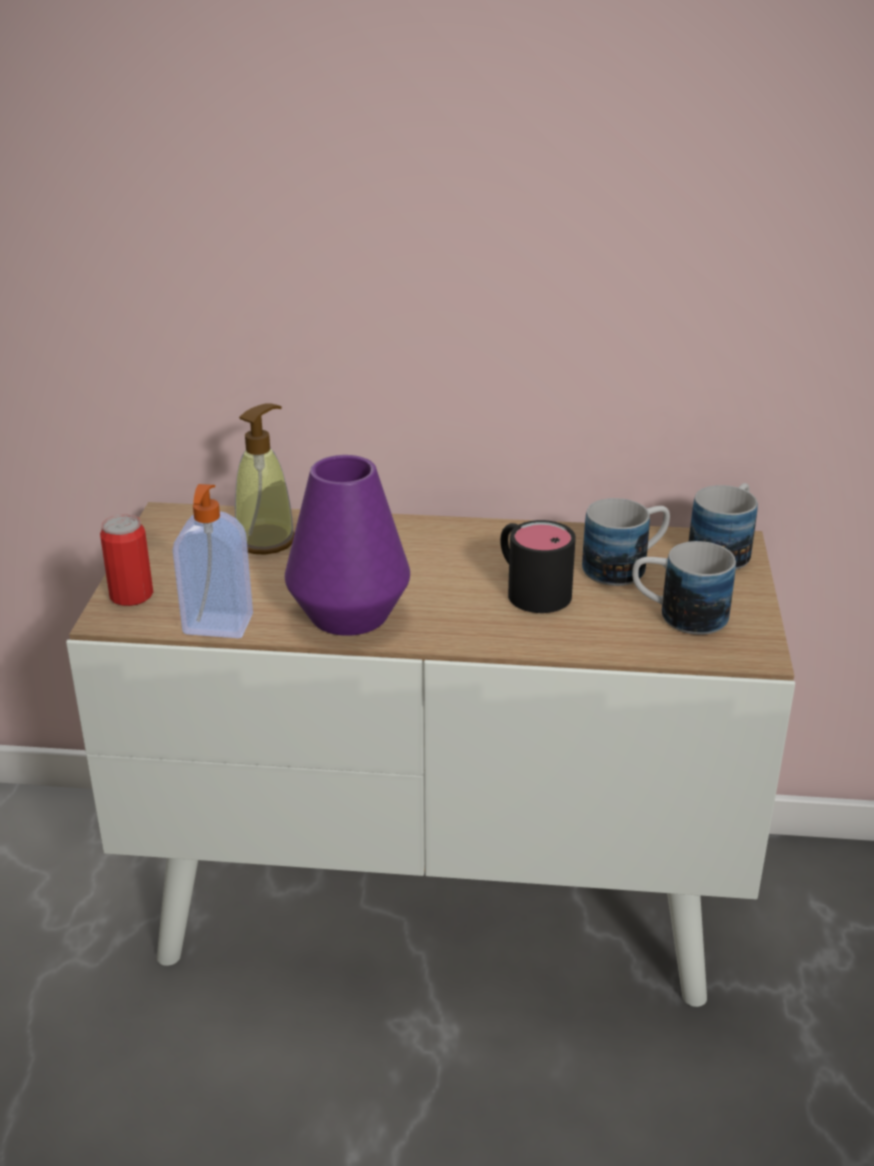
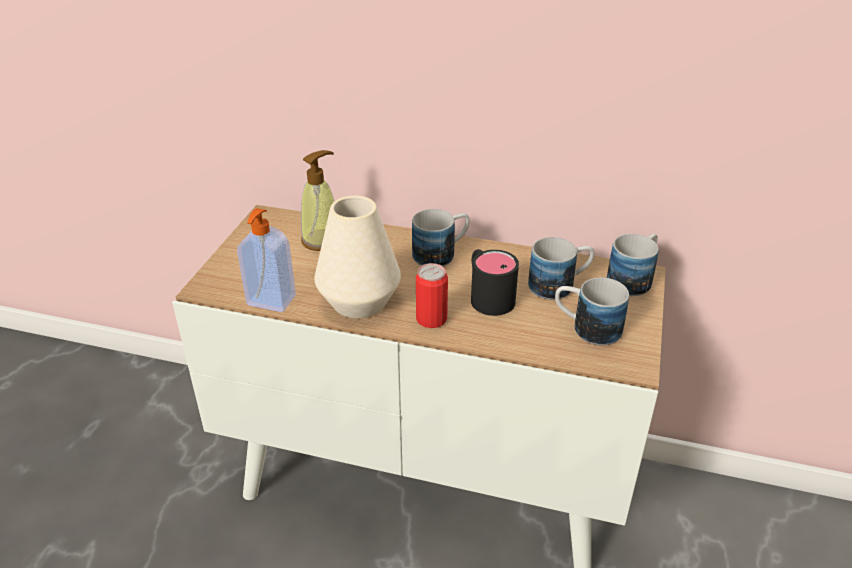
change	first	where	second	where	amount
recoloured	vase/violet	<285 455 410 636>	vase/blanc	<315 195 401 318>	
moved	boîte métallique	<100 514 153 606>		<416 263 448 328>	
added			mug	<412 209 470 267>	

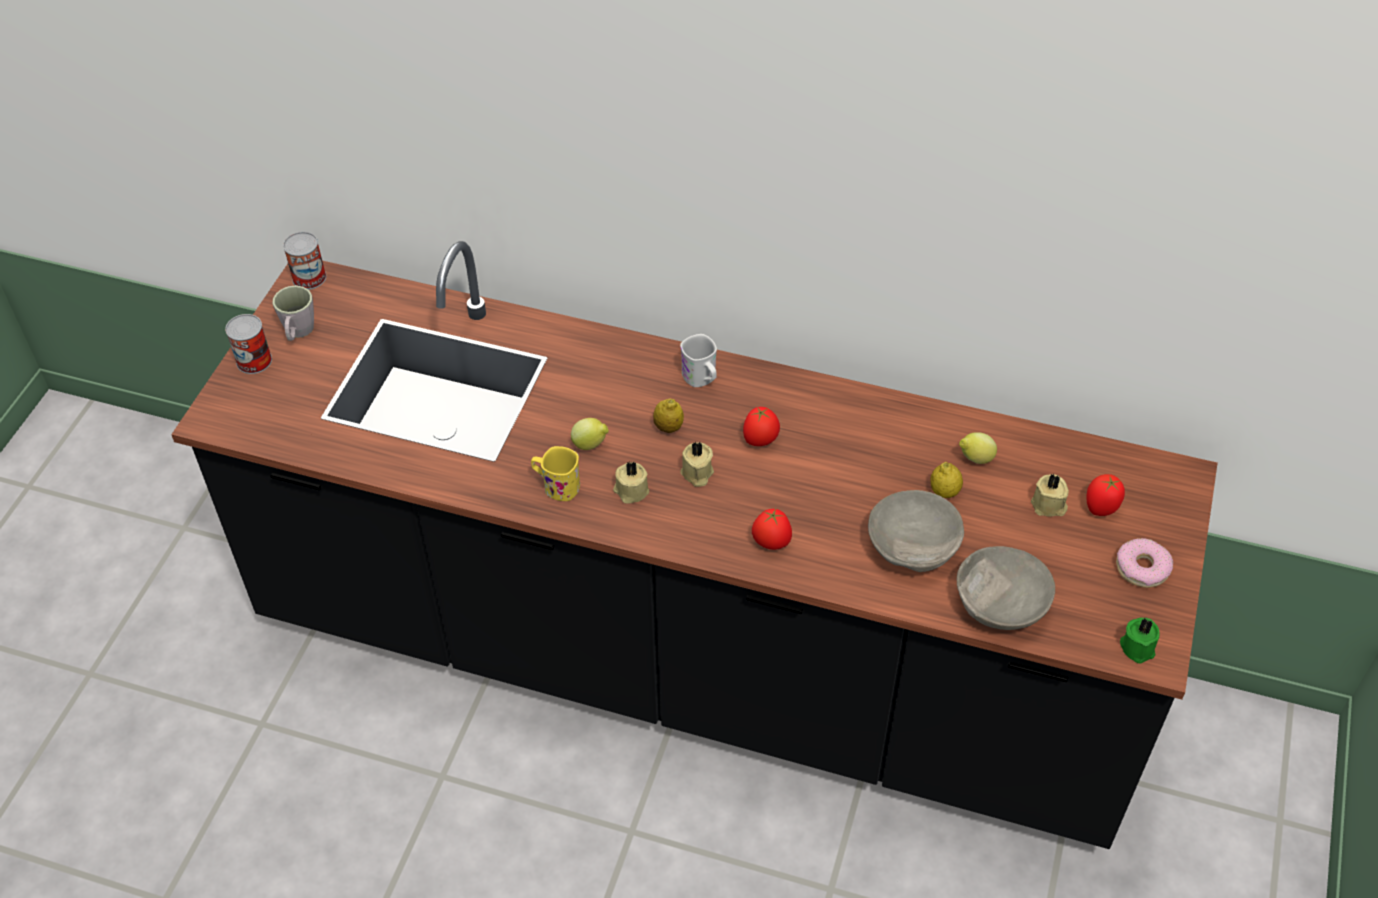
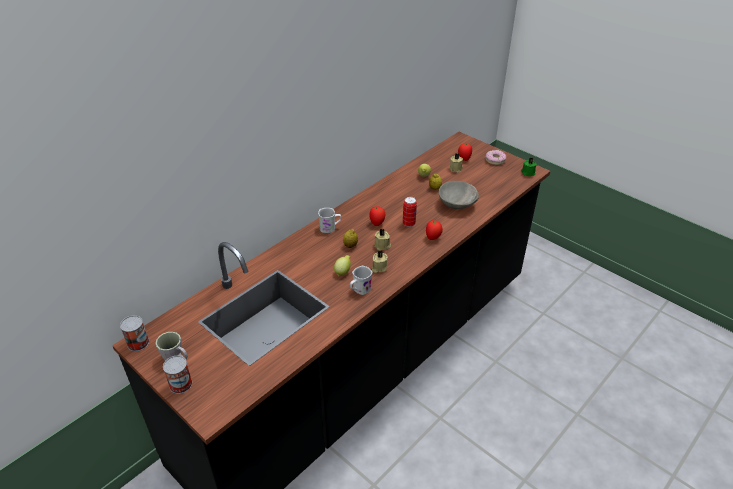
change	first	where	second	where	amount
recoloured	mug/jaune	<531 446 580 501>	mug/blanc	<350 266 372 295>	
removed	bol/gris	<957 546 1055 630>			
added			boîte métallique	<403 197 417 227>	

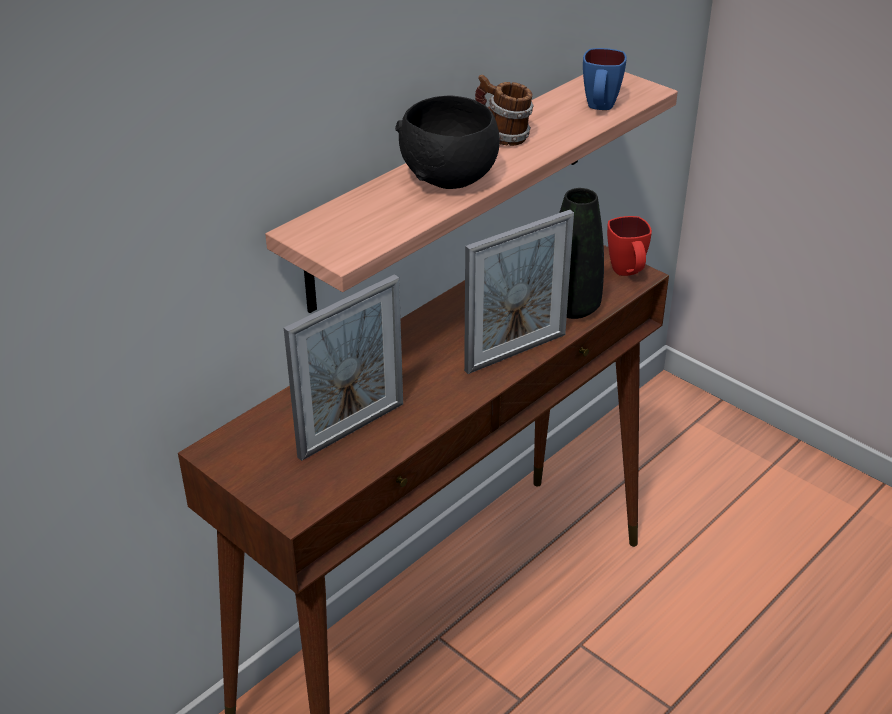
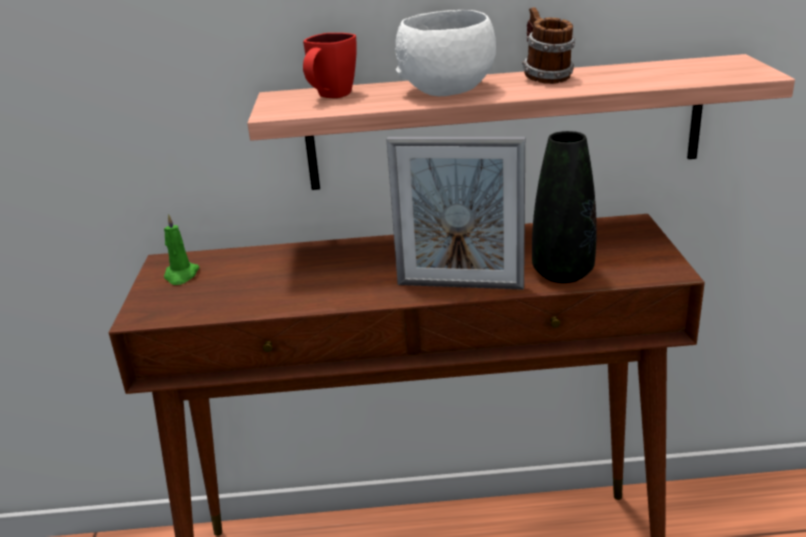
change	first	where	second	where	amount
removed	mug/bleu	<583 48 627 110>			
recoloured	bol/noir	<395 95 500 189>	bol/blanc	<395 10 496 96>	
moved	mug/rouge	<607 216 652 276>		<303 33 357 98>	
removed	cadre photo	<284 274 403 461>			
added			bougie/vert	<164 214 199 285>	

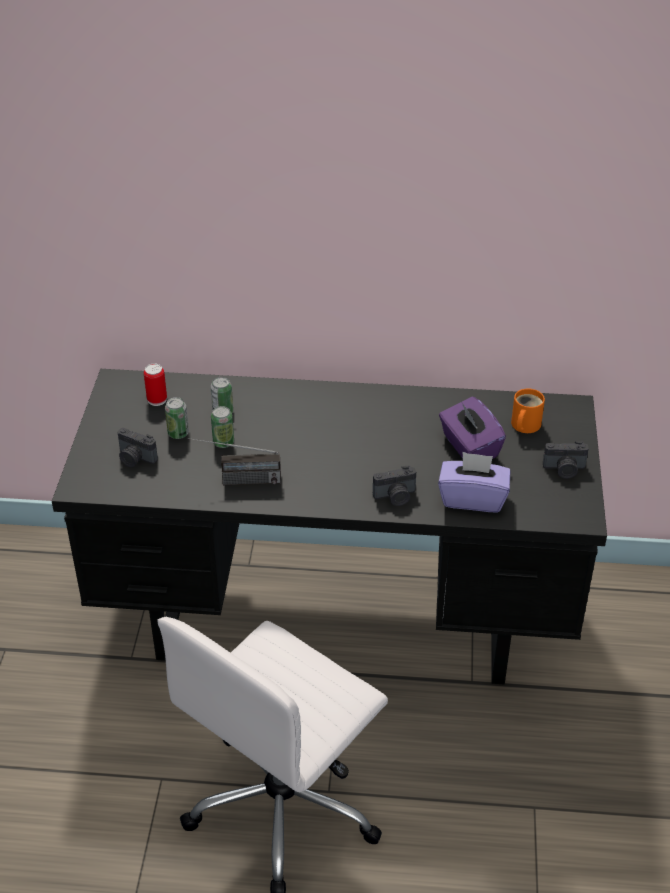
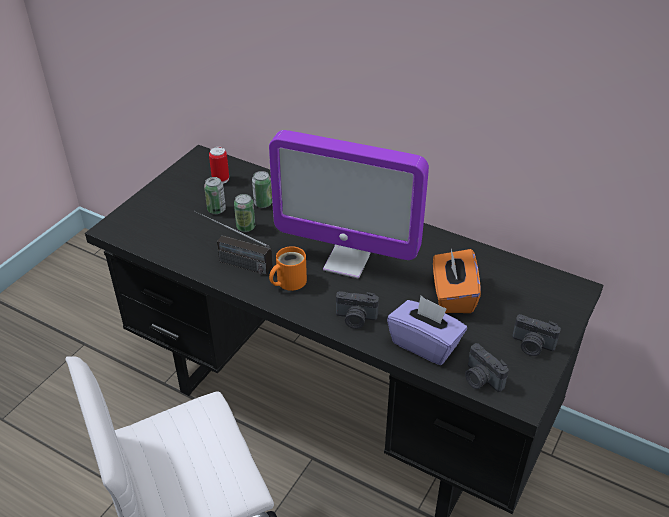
change	first	where	second	where	amount
moved	mug/orange	<511 389 545 433>		<269 246 307 291>	
recoloured	boîte à mouchoirs/violet	<439 396 506 459>	boîte à mouchoirs/orange	<433 249 481 313>	
moved	appareil photo	<117 428 158 467>		<465 343 509 392>	
added			écran d'ordinateur	<269 130 429 279>	

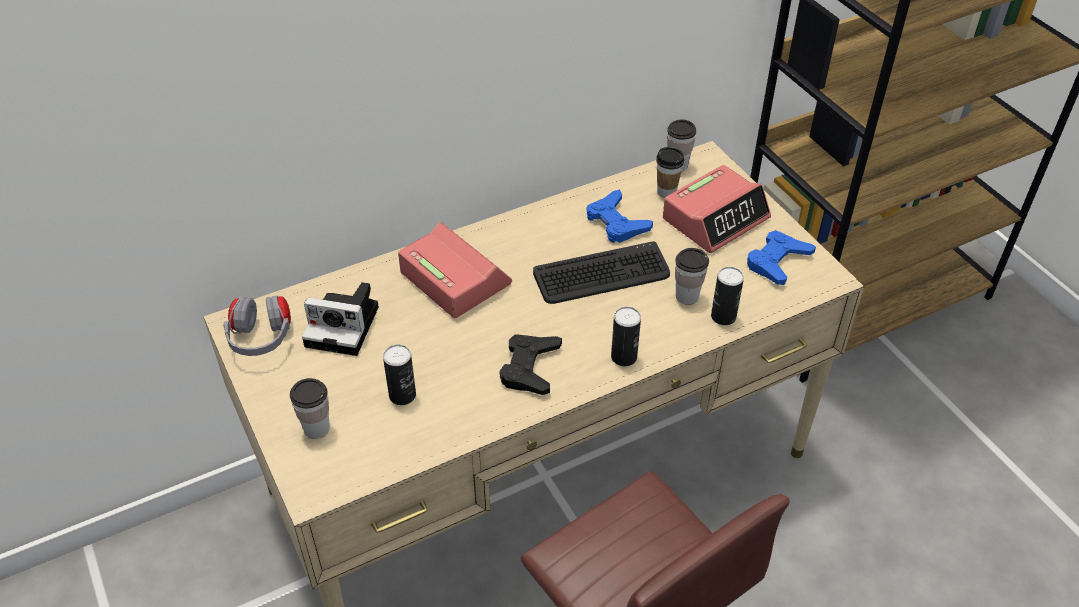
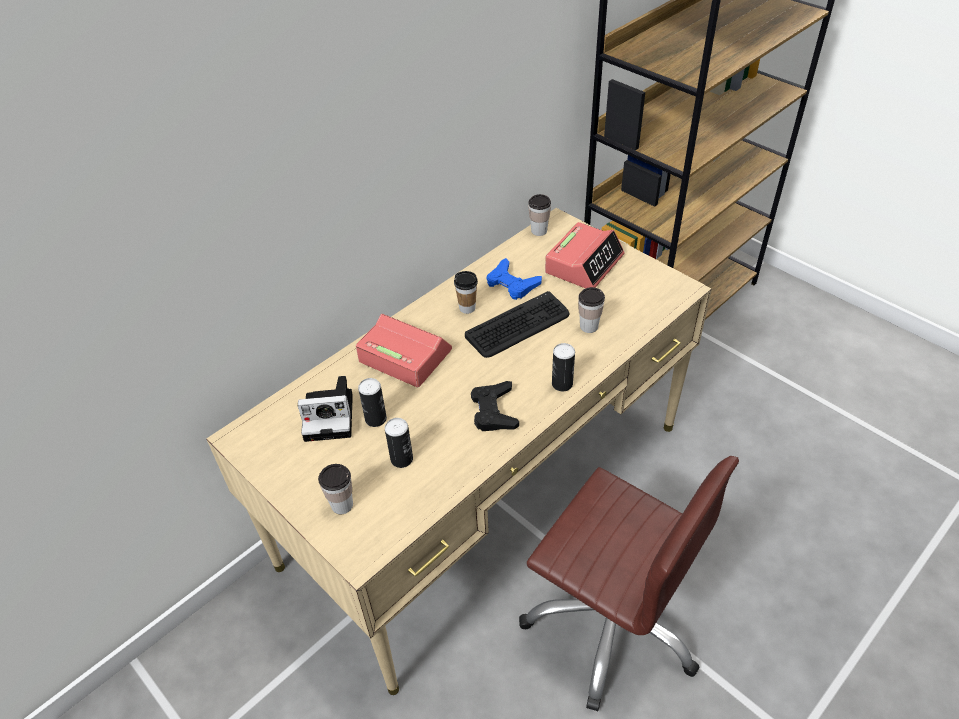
change	first	where	second	where	amount
moved	tasse	<656 147 685 198>		<454 271 478 314>	
removed	manette/bleu	<747 230 816 285>			
moved	boîte métallique	<711 267 744 325>		<358 378 387 427>	
removed	casque audio/gris	<223 295 291 356>			

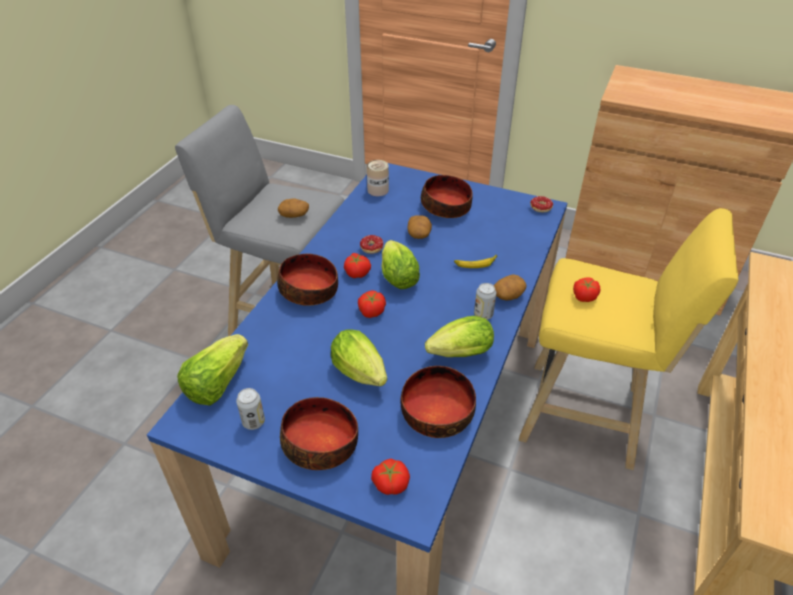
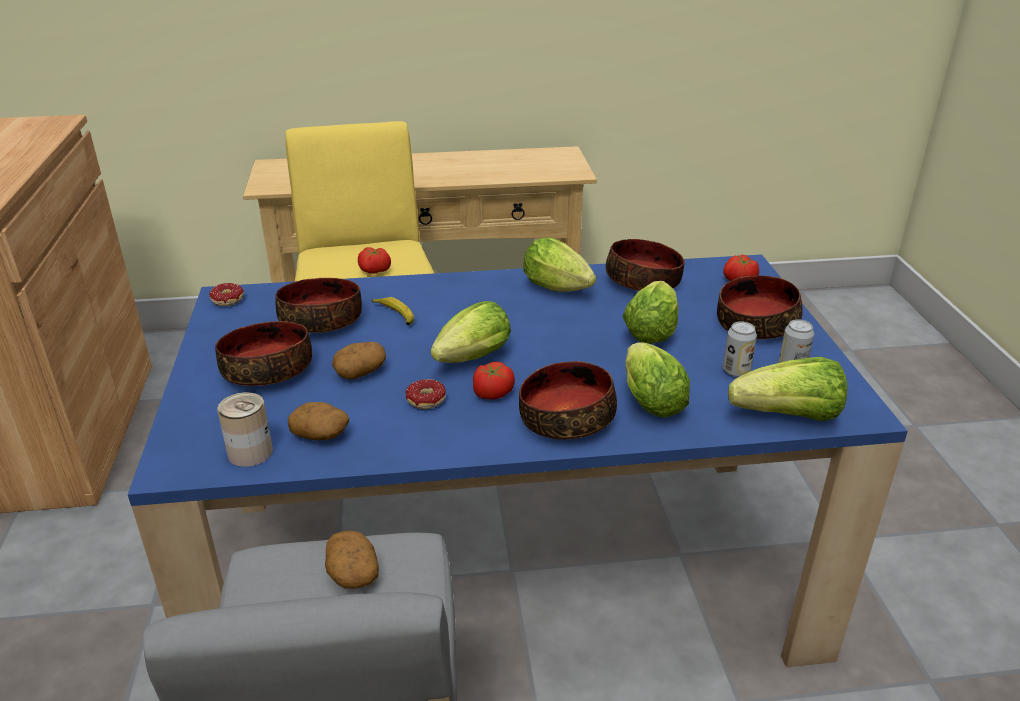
change	first	where	second	where	amount
moved	pomme de terre	<494 274 526 300>		<288 402 349 440>	
moved	boîte métallique	<474 283 496 320>		<723 322 757 377>	
removed	tomate	<358 291 386 318>			
added			bol	<275 278 362 333>	
added			laitue	<625 342 690 417>	

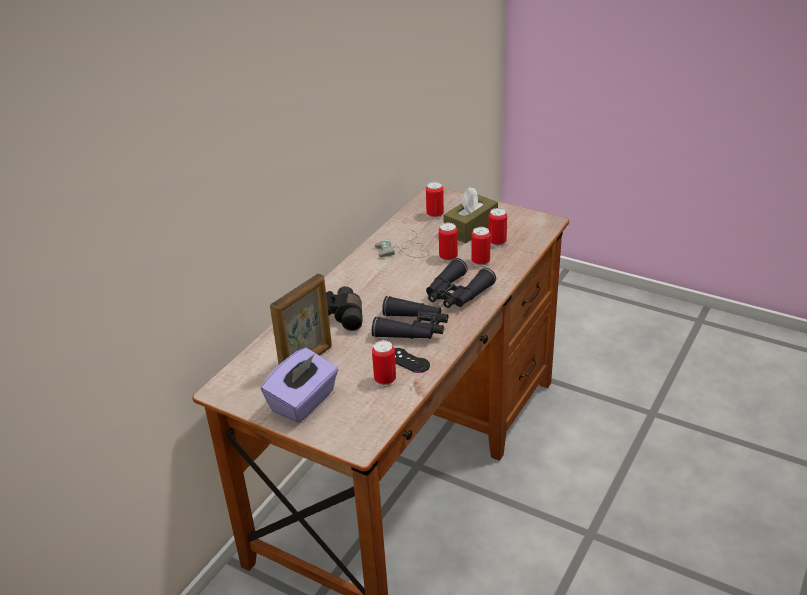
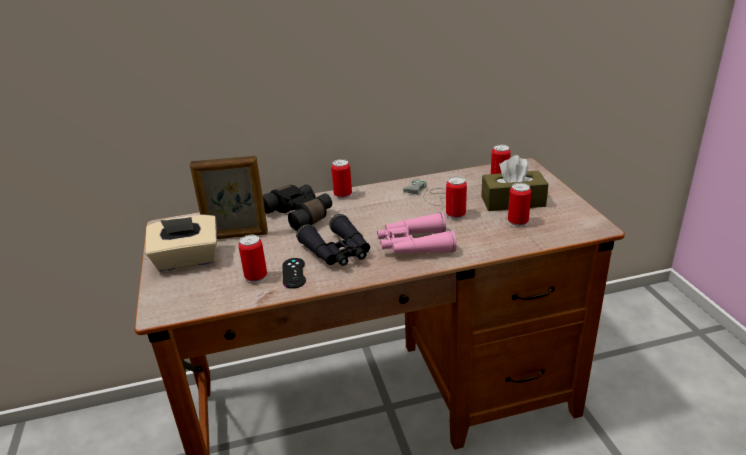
change	first	where	second	where	amount
moved	boîte métallique	<471 227 491 267>		<331 159 352 200>	
recoloured	jumelles/noir	<426 258 496 308>	jumelles/rose	<377 212 457 254>	
recoloured	boîte à mouchoirs/violet	<261 348 338 423>	boîte à mouchoirs/beige	<146 214 217 272>	

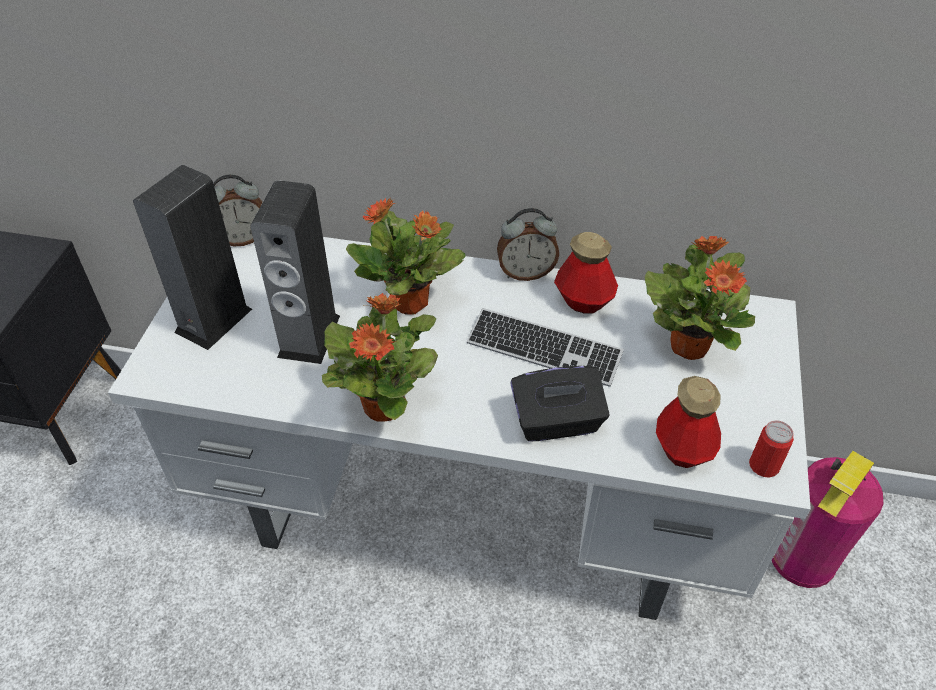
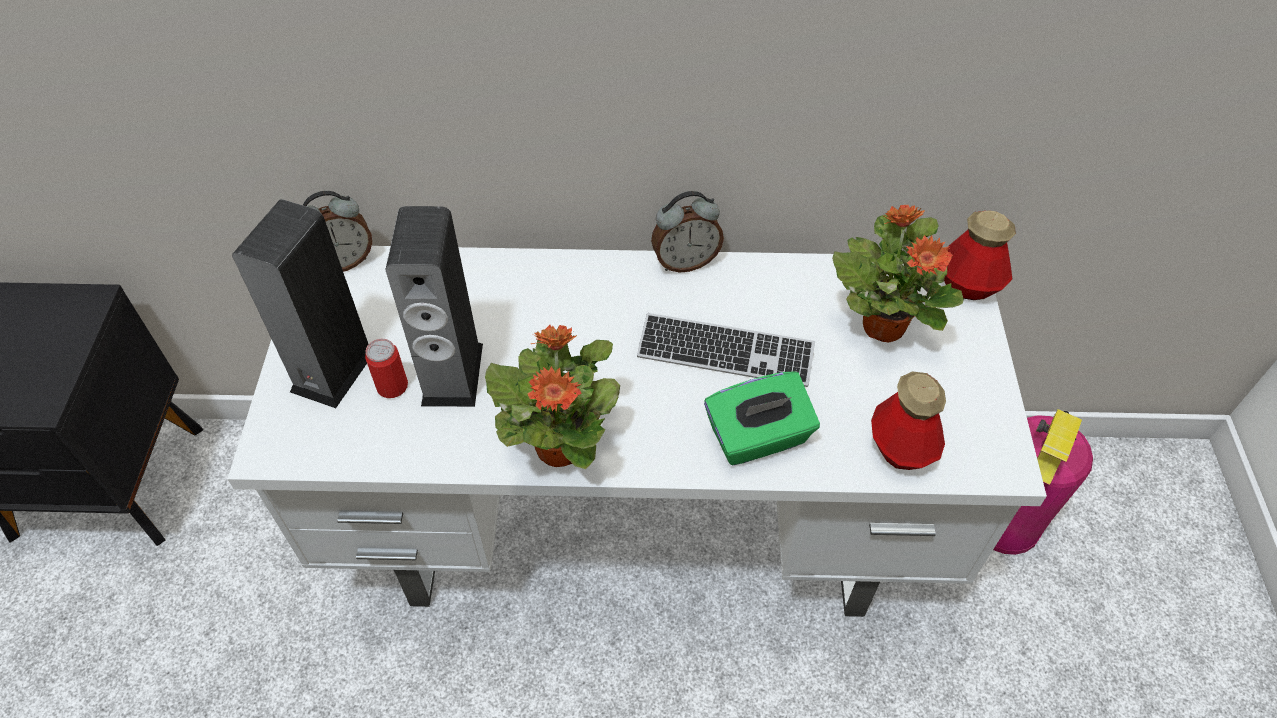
change	first	where	second	where	amount
removed	plante en pot	<346 198 465 315>			
moved	bouteille	<554 232 618 314>		<944 211 1016 300>	
recoloured	boîte à mouchoirs/noir	<510 366 610 442>	boîte à mouchoirs/vert	<704 371 820 465>	
moved	boîte métallique	<749 421 794 478>		<365 339 408 398>	

